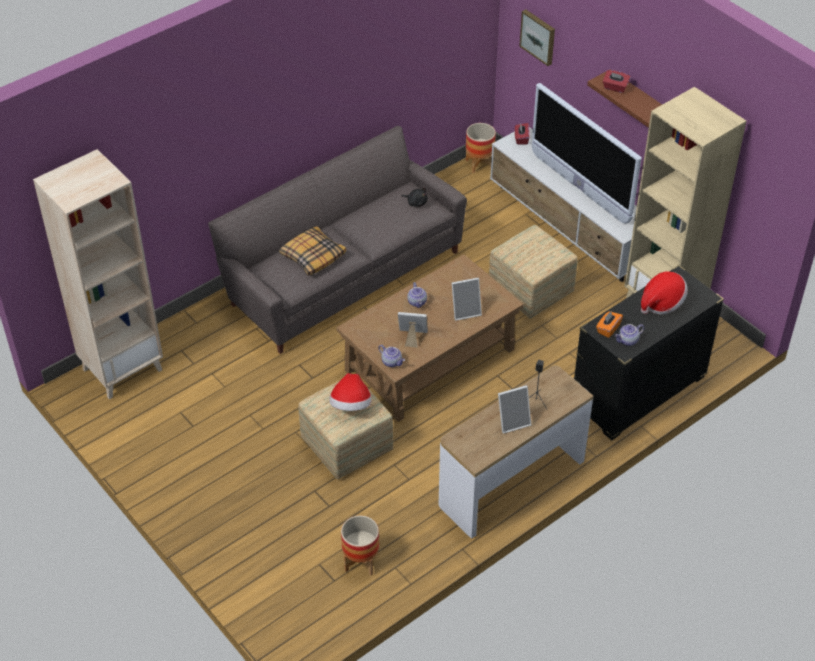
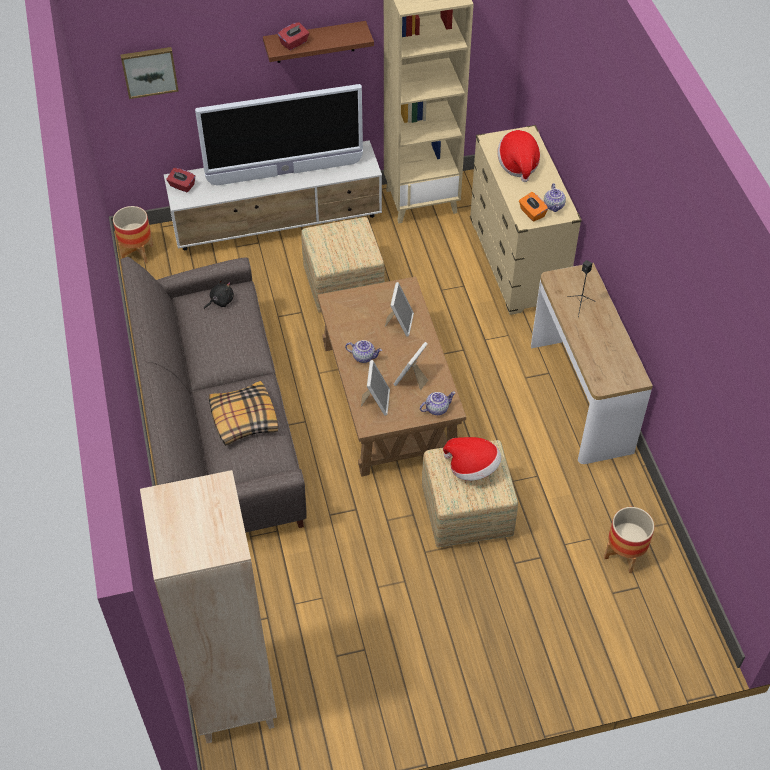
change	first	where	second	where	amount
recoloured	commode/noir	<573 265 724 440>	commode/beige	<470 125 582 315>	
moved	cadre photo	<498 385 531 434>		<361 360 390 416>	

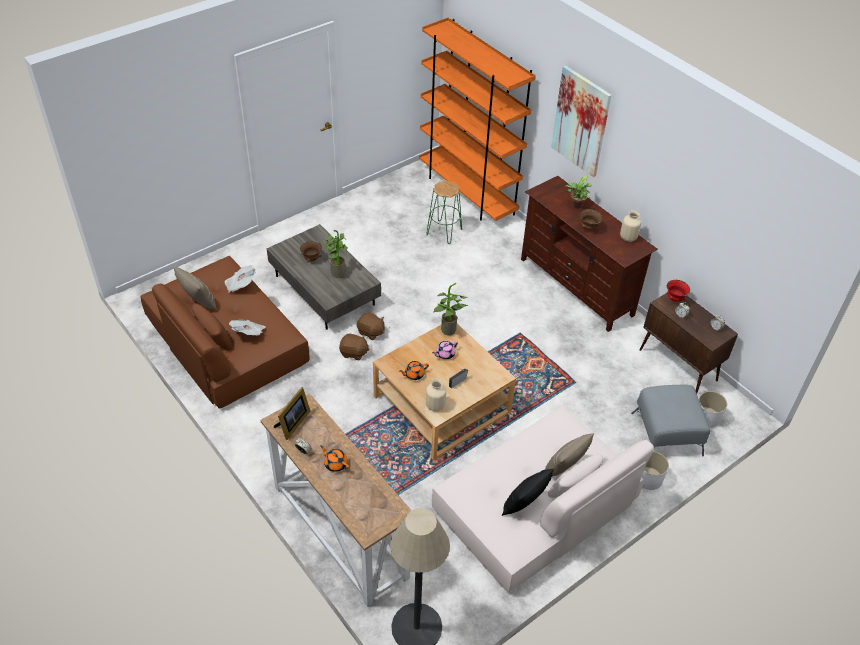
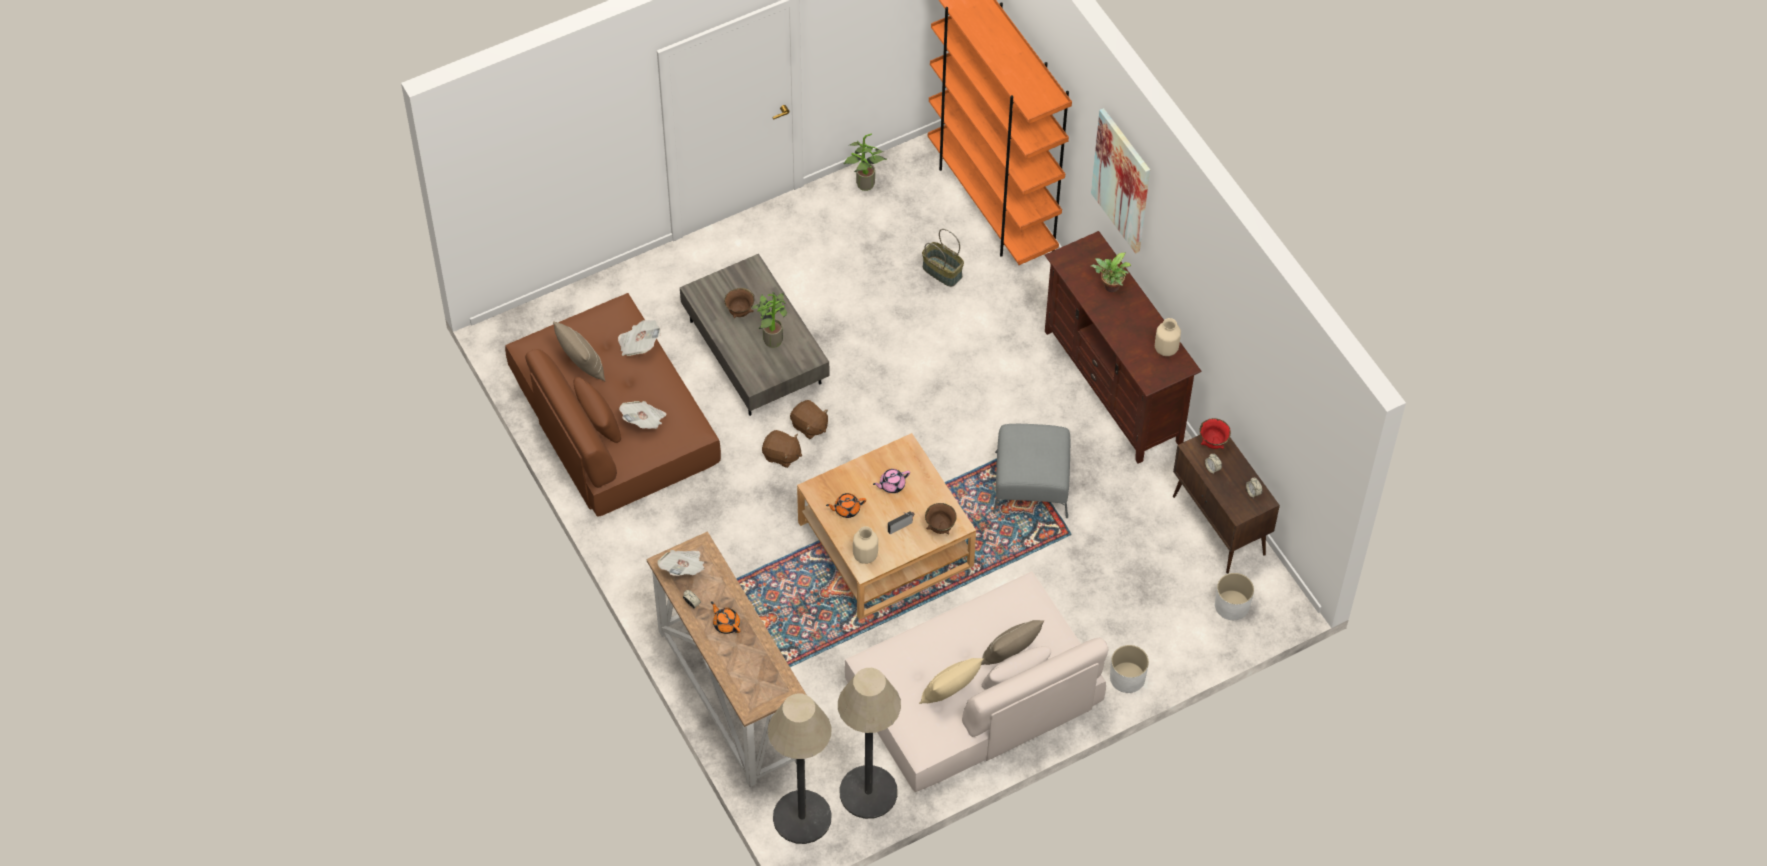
change	first	where	second	where	amount
replaced	tabouret/vert	<426 181 462 244>	panier	<922 229 964 287>	
moved	bol/marron	<580 209 602 230>		<925 503 956 534>	
moved	plante en pot	<433 283 468 336>		<843 134 887 191>	
moved	pouf/gris	<631 385 710 456>		<993 424 1070 518>	
replaced	cadre photo	<274 387 310 440>	journal	<657 550 704 576>	
recoloured	coussin/noir	<502 469 554 516>	coussin/beige	<919 658 984 704>	
added			lampadaire	<838 668 901 819>	

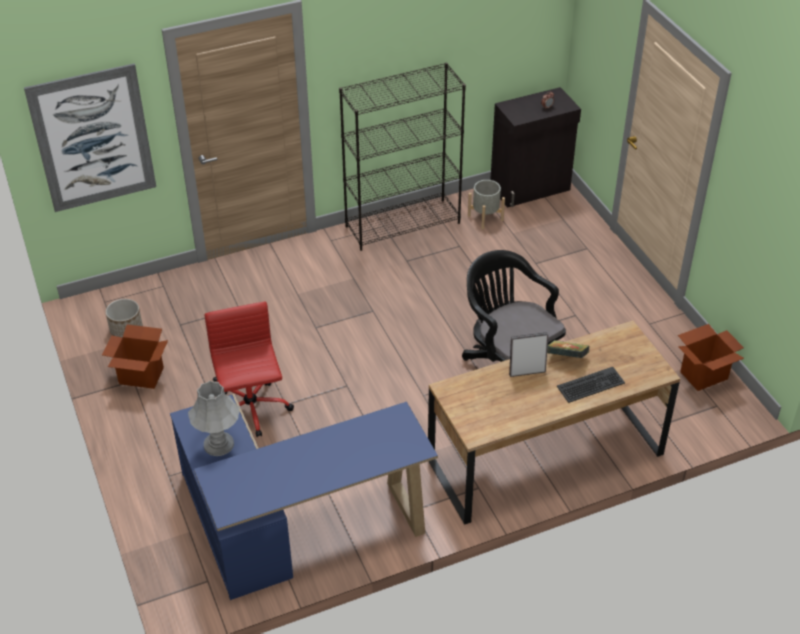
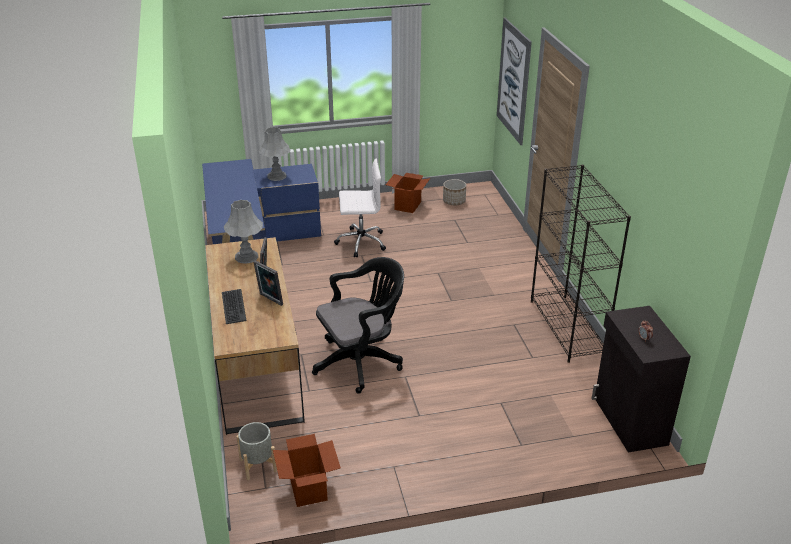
change	first	where	second	where	amount
moved	cache-pot/gris	<468 180 505 229>		<236 422 277 480>	
recoloured	chaise de bureau/rouge	<205 302 294 437>	chaise de bureau/blanc	<334 158 386 257>	
replaced	livre	<547 340 589 358>	cadre photo	<253 260 283 306>	
added			lampe de table/gris	<224 200 263 264>	

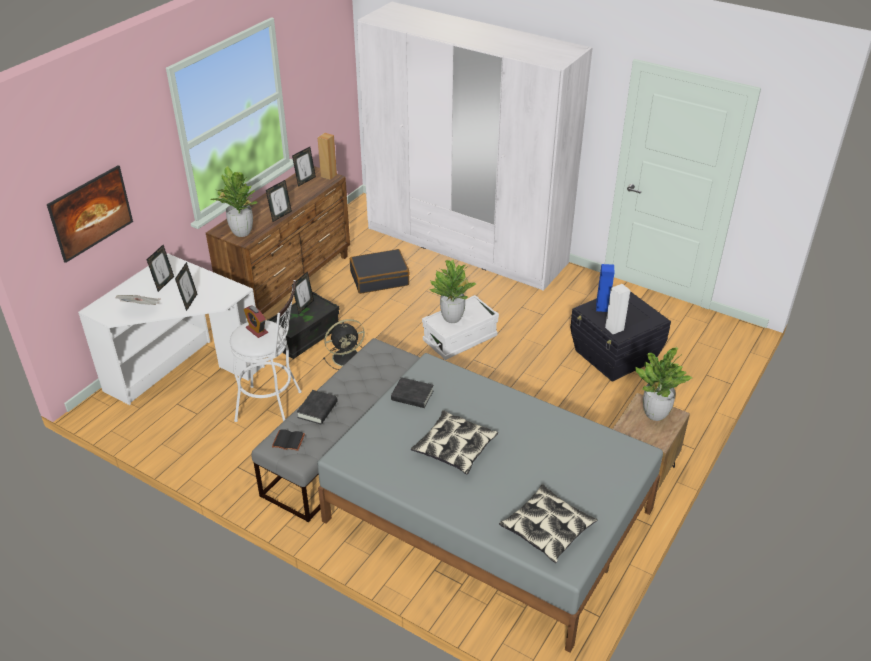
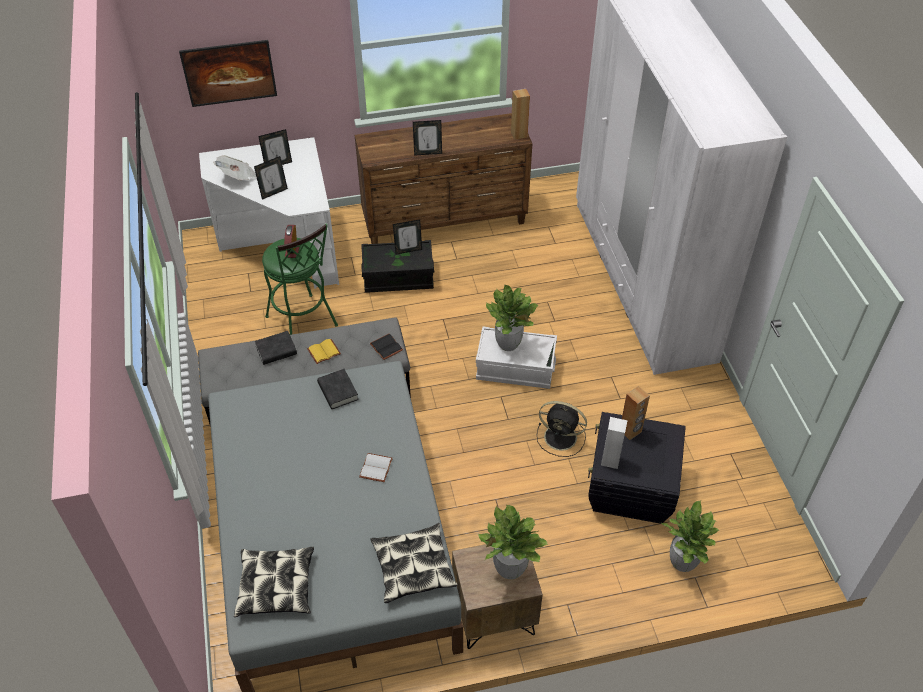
change	first	where	second	where	amount
removed	cadre photo	<292 147 316 187>			
moved	plante en pot	<210 166 257 237>		<662 500 719 572>	
removed	valise/noir	<350 249 409 294>			
recoloured	enceinte/bleu	<596 264 614 312>	enceinte/marron	<622 386 650 440>	
recoloured	tabouret/blanc	<230 280 302 422>	tabouret/vert	<262 223 338 335>	
moved	ventilateur/noir	<323 319 365 370>		<537 401 587 457>	
moved	coussin	<411 410 498 475>		<370 523 458 603>	
moved	livre/noir	<272 429 305 451>		<370 334 403 360>	
added			livre/jaune	<307 339 341 364>	
added			livre/blanc	<359 453 393 482>	

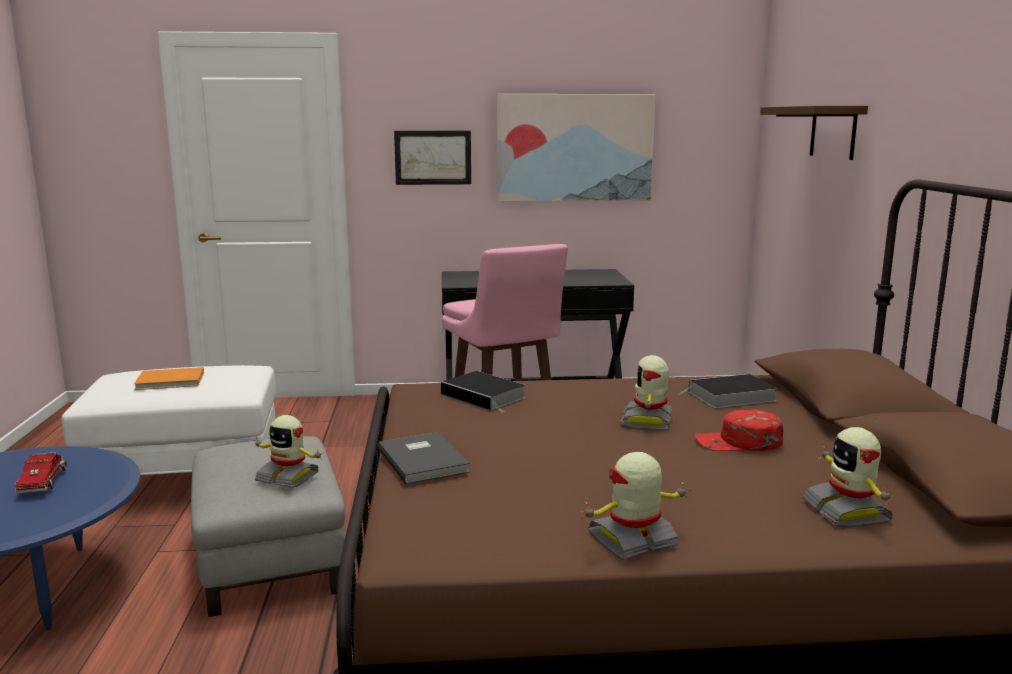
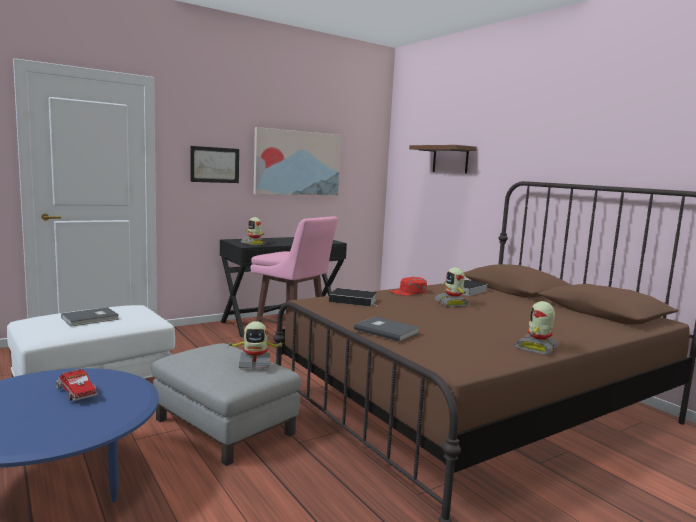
change	first	where	second	where	amount
recoloured	livre/orange	<134 367 204 390>	livre/gris	<61 307 119 326>	
moved	casquette/rouge	<695 409 783 451>		<391 277 427 296>	
moved	robot jouet	<802 427 895 527>		<241 217 267 246>	

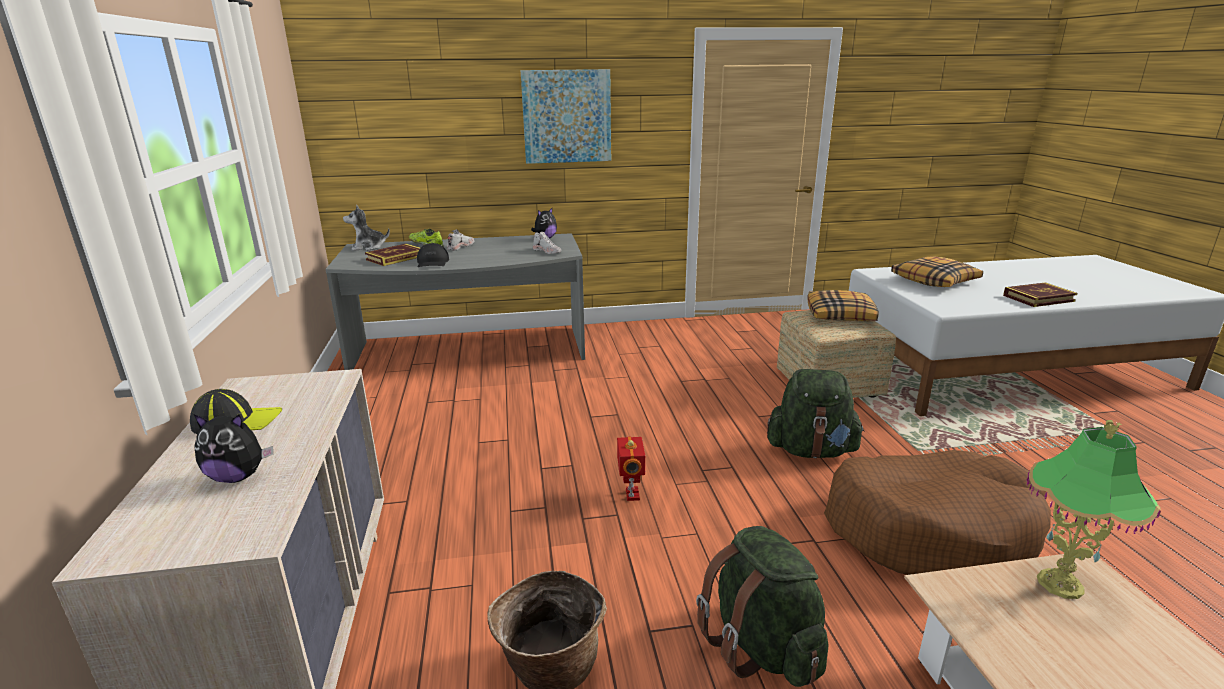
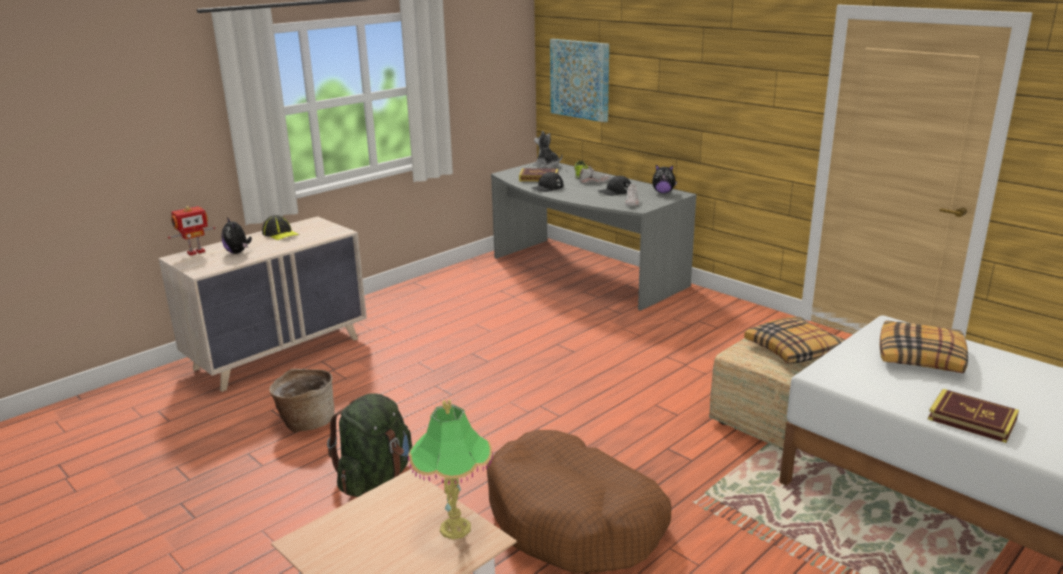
change	first	where	second	where	amount
moved	tableau	<520 69 611 164>		<550 39 609 122>	
removed	sac à dos/vert	<767 369 865 458>			
moved	robot jouet	<617 436 646 501>		<168 206 215 256>	
added			casquette/noir	<598 176 631 196>	

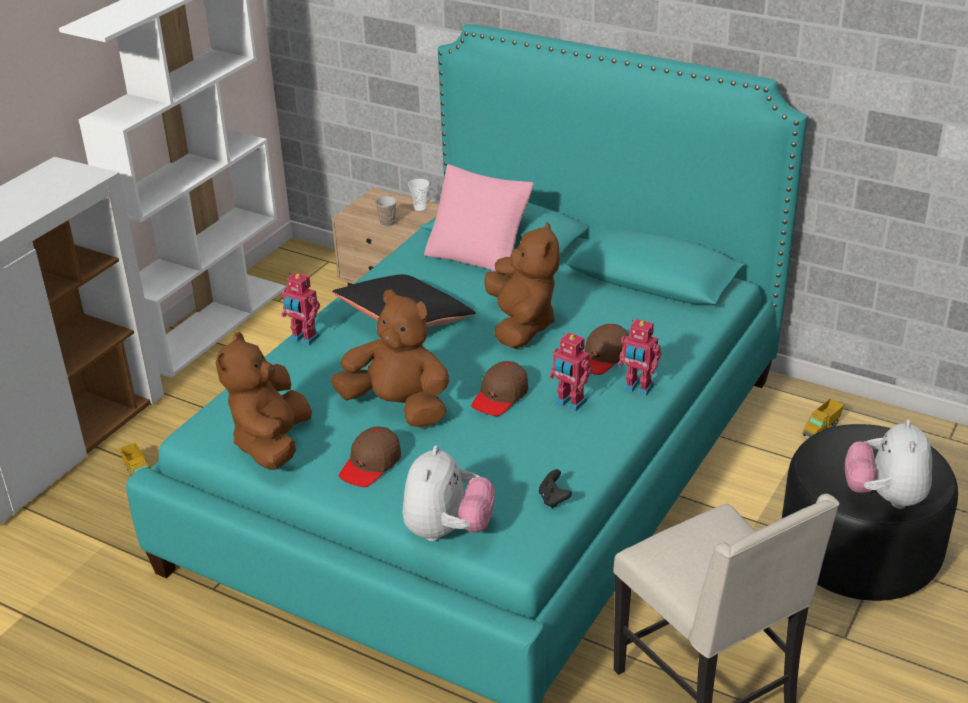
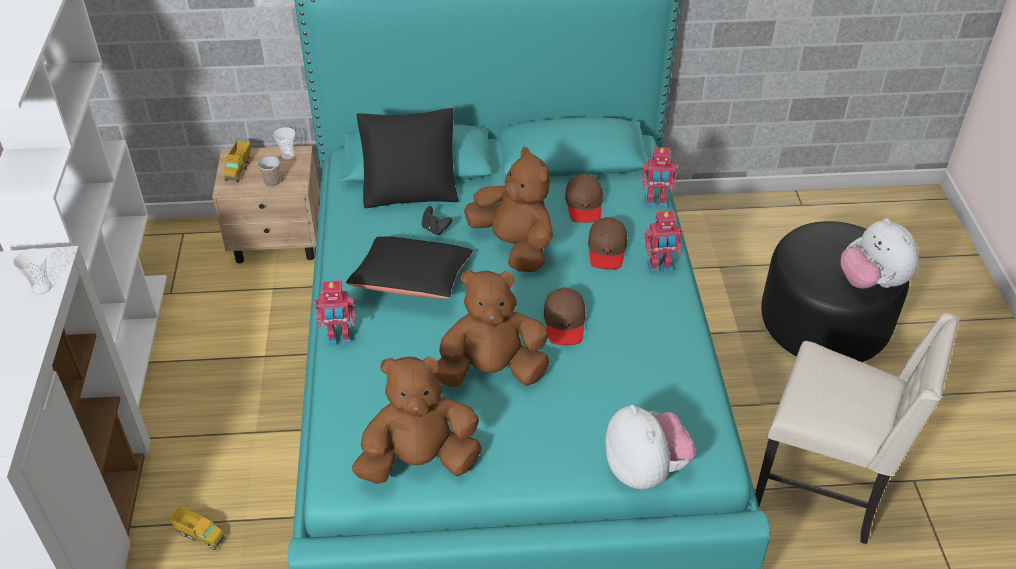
change	first	where	second	where	amount
recoloured	coussin/rose	<424 164 534 271>	coussin/noir	<357 108 459 208>	
turned	peluche/marron	<216 332 312 470>		<352 356 482 484>	105 degrees clockwise
moved	robot jouet	<549 332 593 412>		<642 147 677 209>	
moved	camion jouet	<802 398 844 437>		<224 141 251 182>	
moved	casquette/marron	<339 426 401 487>		<565 174 603 223>	
moved	manette/noir	<539 469 572 508>		<422 206 452 235>	
added			tasse	<13 248 52 295>	

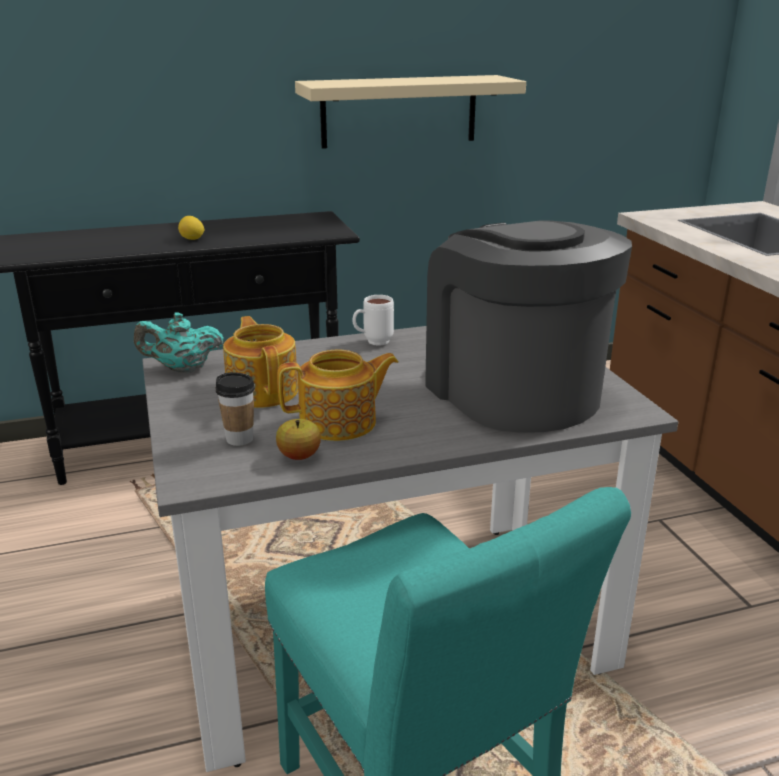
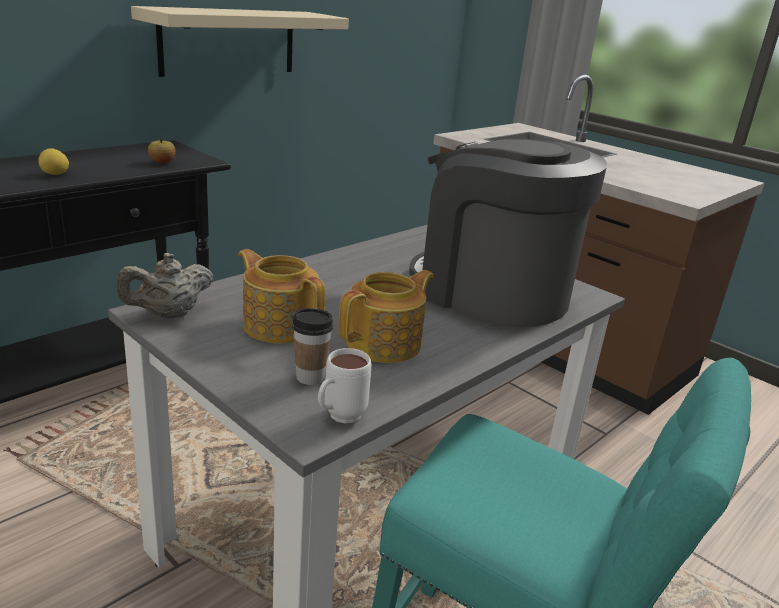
change	first	where	second	where	amount
moved	mug/blanc	<352 295 394 346>		<318 348 371 424>	
recoloured	théière/turquoise	<134 312 224 373>	théière/beige	<117 253 214 318>	
moved	pomme	<276 419 321 460>		<148 139 176 164>	

